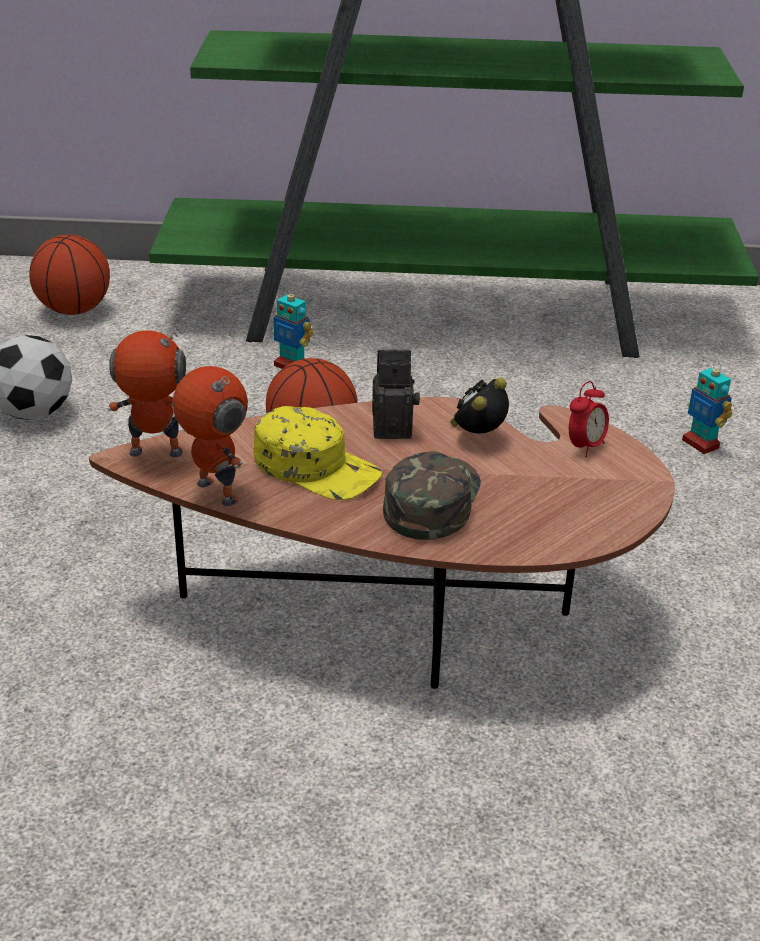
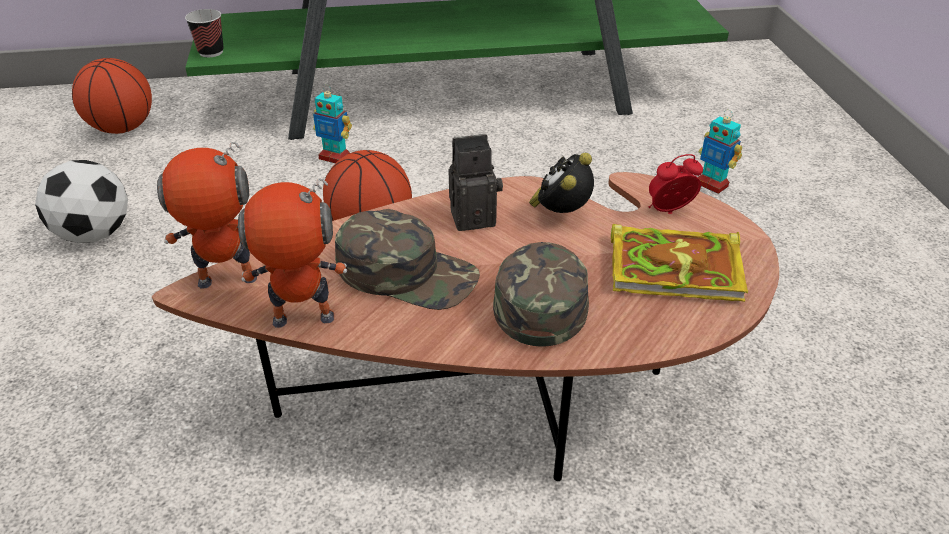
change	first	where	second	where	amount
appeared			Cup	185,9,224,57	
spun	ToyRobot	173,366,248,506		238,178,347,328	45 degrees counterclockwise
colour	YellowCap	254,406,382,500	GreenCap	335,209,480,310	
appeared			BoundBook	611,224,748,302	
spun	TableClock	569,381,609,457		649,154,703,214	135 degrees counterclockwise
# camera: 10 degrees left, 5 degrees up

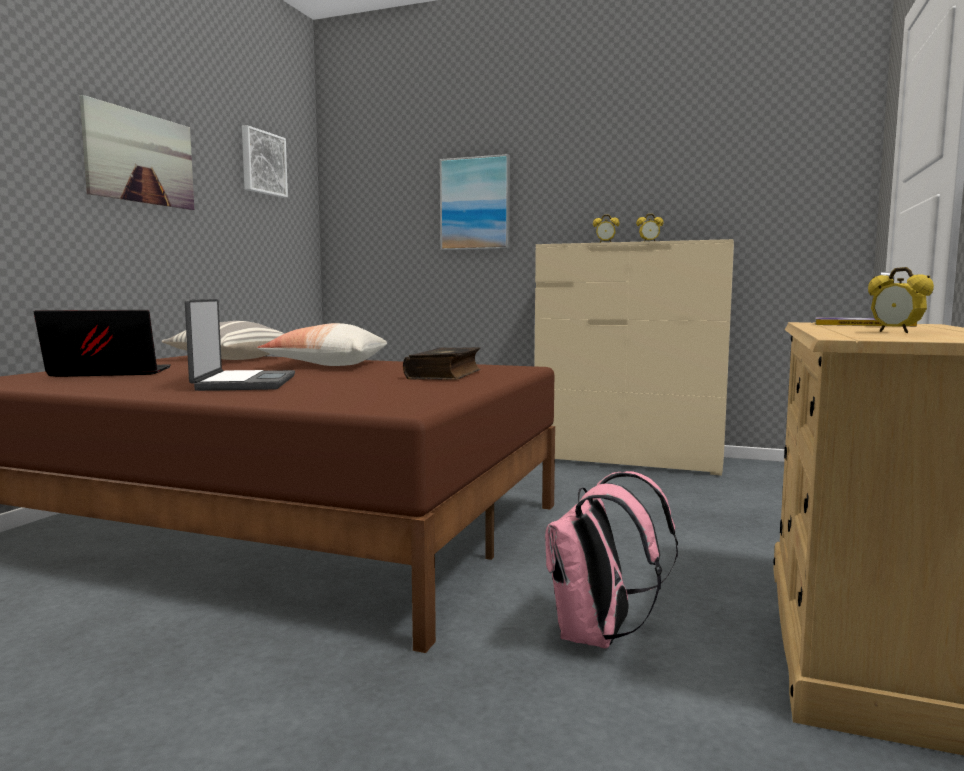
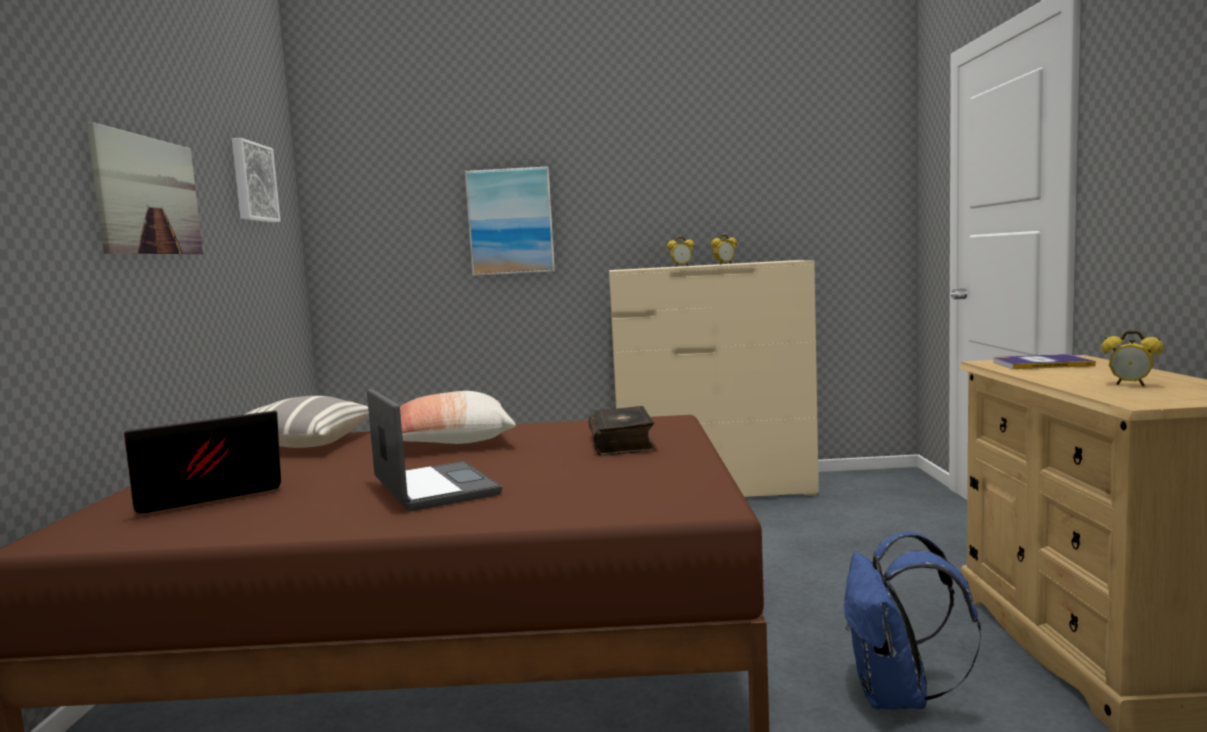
change	first	where	second	where	amount
colour	PinkishKnapsack	545,471,678,648	BlueKnapsack	844,532,981,710	
# camera: 20 degrees left, 0 degrees up

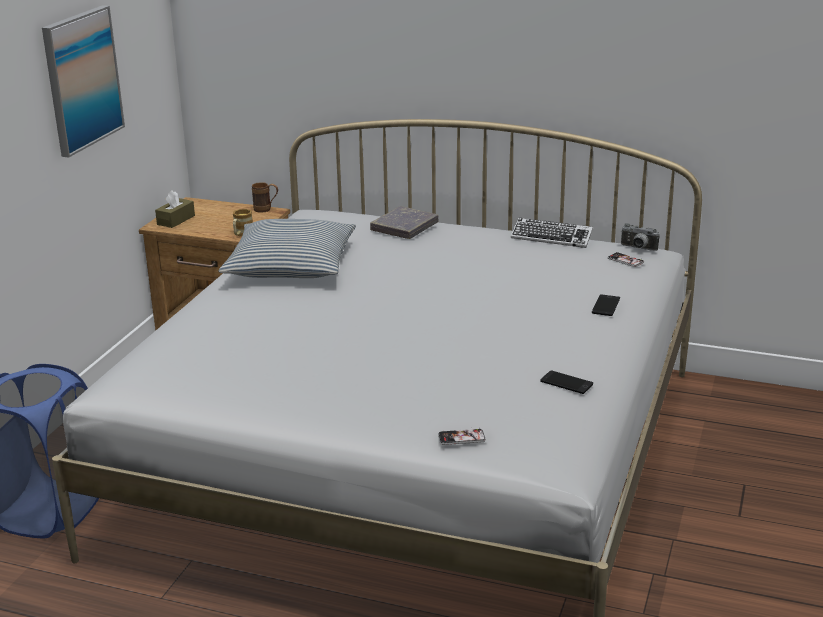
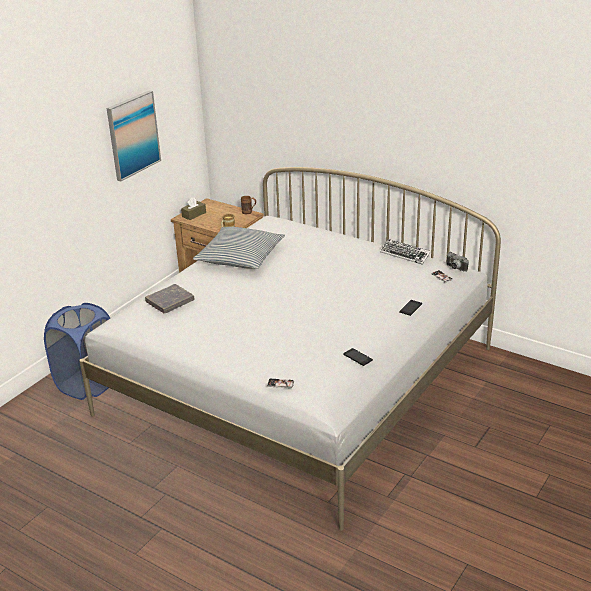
change	first	where	second	where	amount
relocated	GreyishBoundBook	370,206,439,239		145,284,195,314	
# camera: 15 degrees right, 5 degrees up

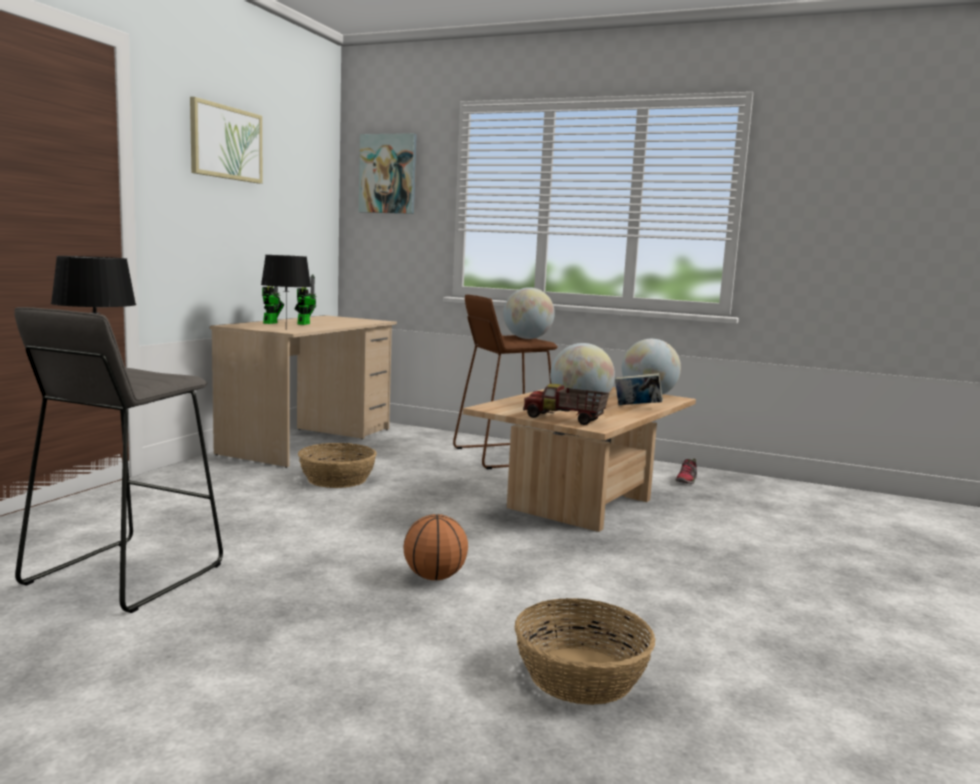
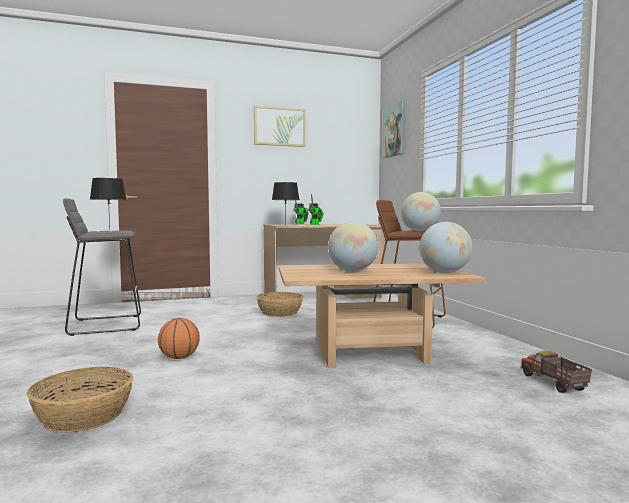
change	first	where	second	where	amount
relocated	ModelTruck	523,384,609,425		521,351,592,393	
missing	BoundBook	615,373,663,405			
missing	LowShoe	676,459,697,484			
# camera: 50 degrees right, 5 degrees down

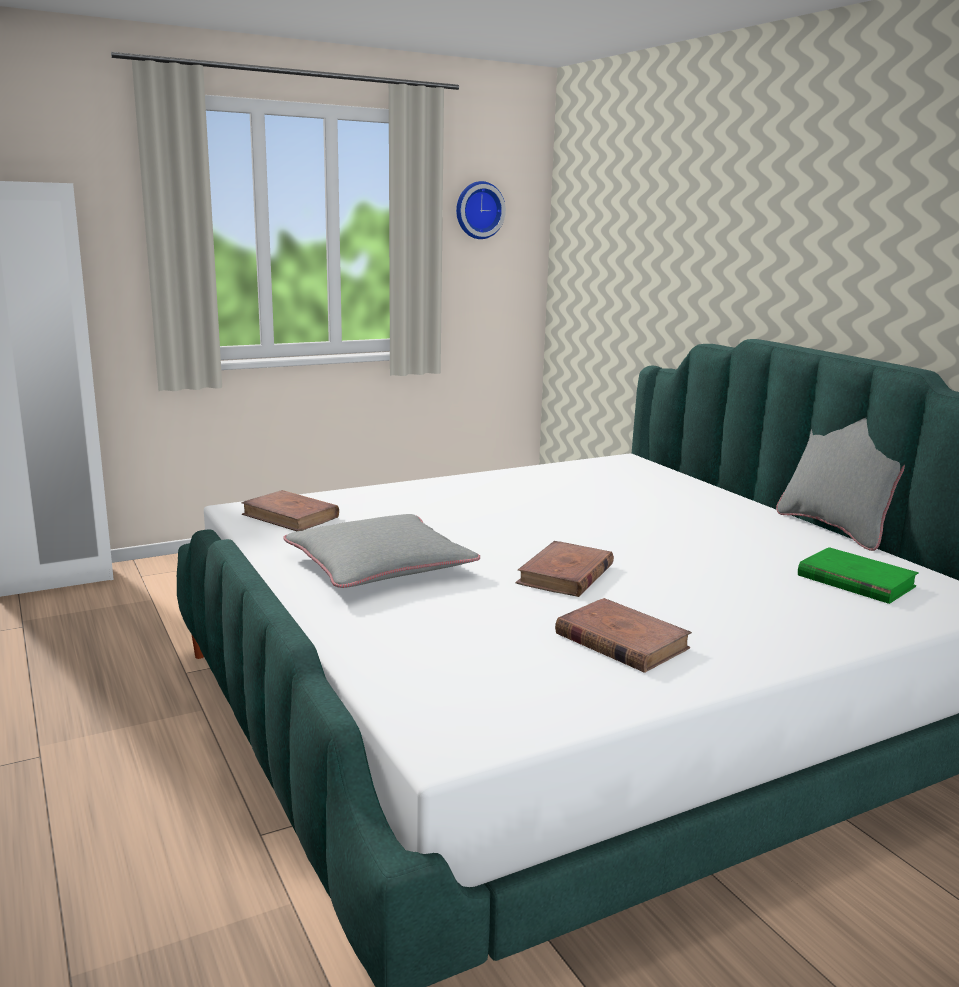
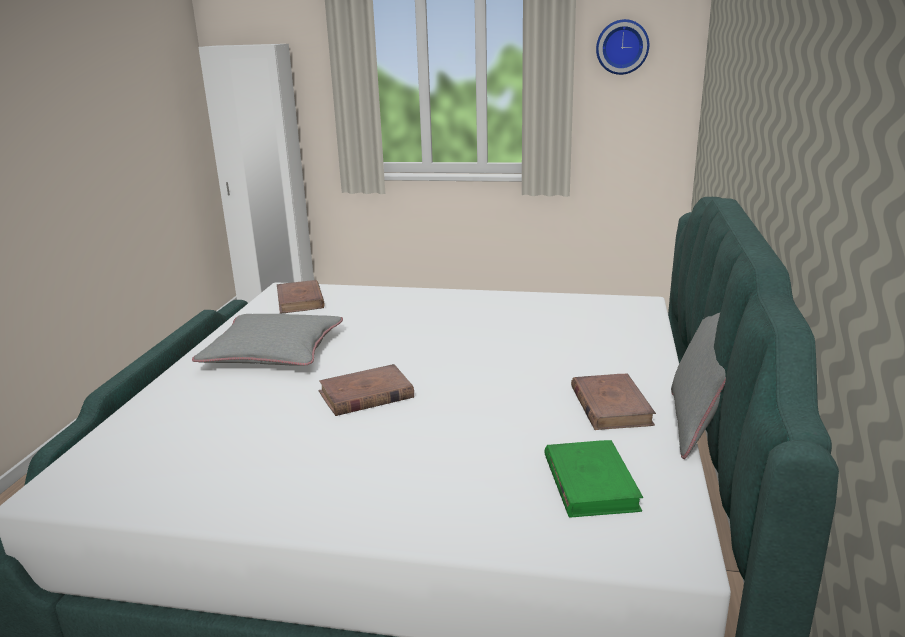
change	first	where	second	where	amount
relocated	BrownColouredBoundBook	555,598,692,673		571,374,656,430	
# camera: 40 degrees right, 5 degrees up

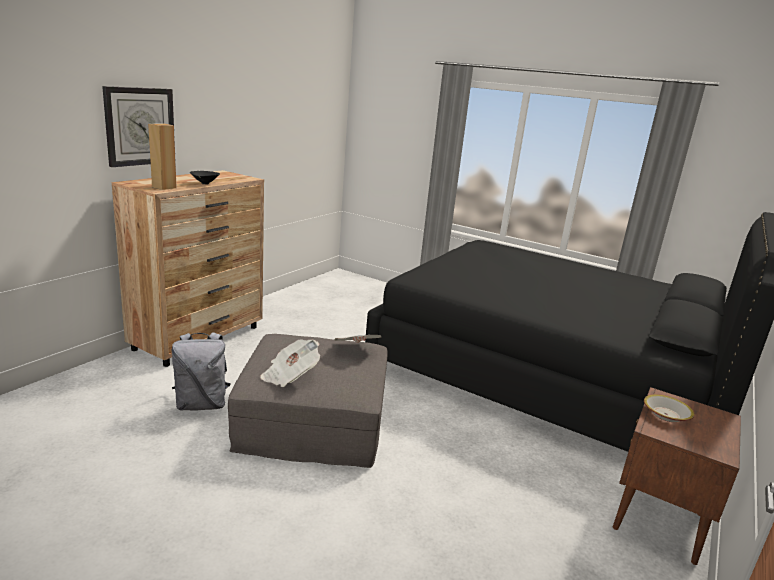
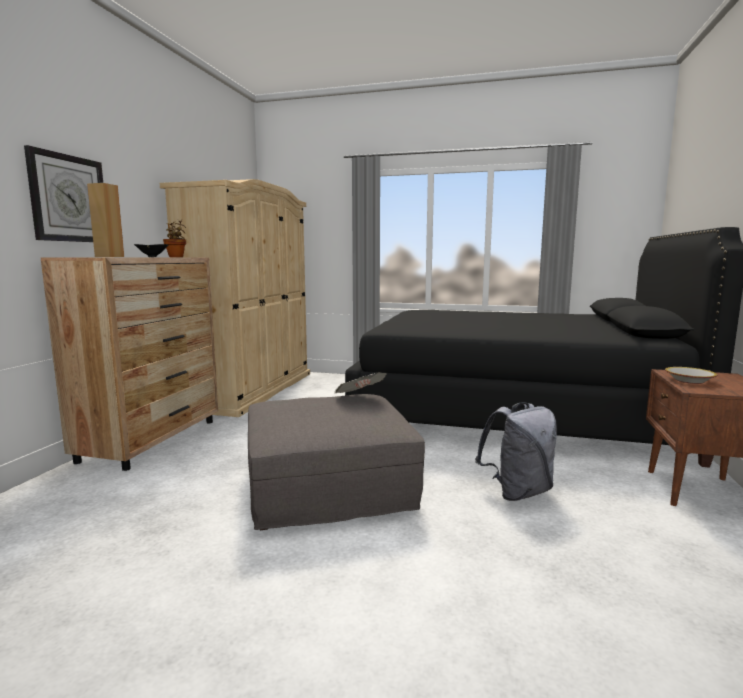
change	first	where	second	where	amount
appeared			BeigeColouredWardrobe	160,179,310,417	
appeared			PlantInAPot	163,219,186,257	
relocated	GreyishKnapsack	171,332,230,410		475,402,557,501	
missing	DailyPaper	260,339,320,387			
# camera: 15 degrees left, 10 degrees down

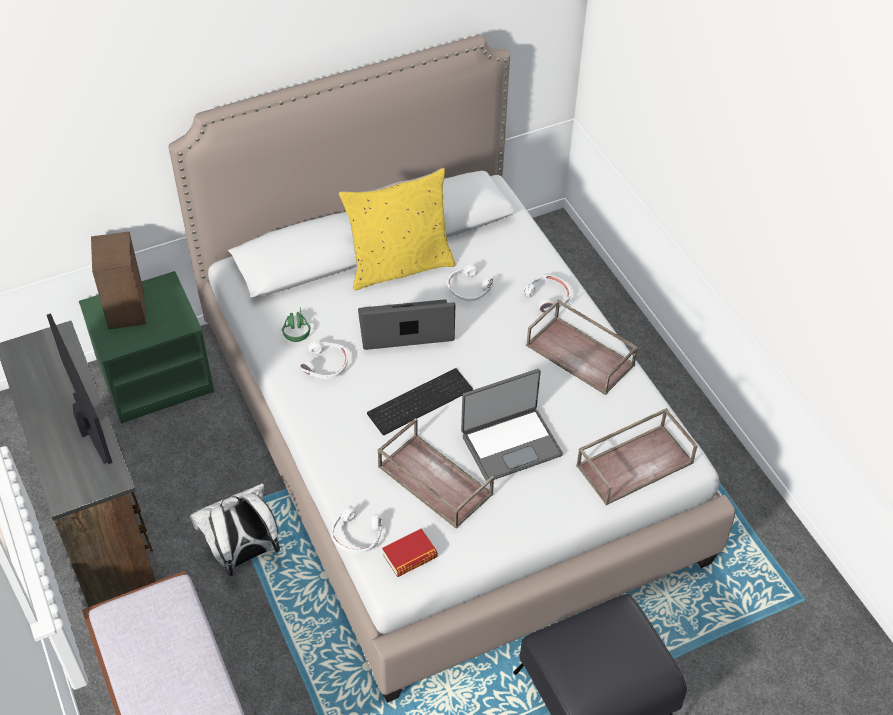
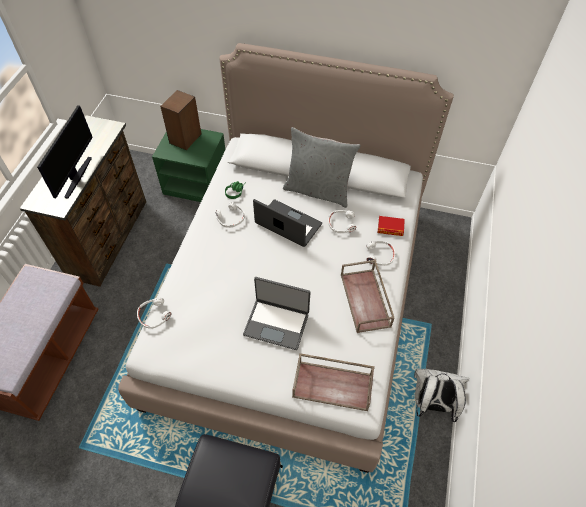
change	first	where	second	where	amount
colour	YellowPillow	339,168,456,290	GreyishPillow	283,127,361,208	
relocated	BoundBook	382,529,437,577		378,216,405,236	
relocated	WhiteColouredKnapsack	190,483,280,576		414,369,469,422	
missing	Keyboard	367,368,473,435			
missing	BrownColouredServingTray	377,418,494,529			
# camera: 40 degrees right, 5 degrees up

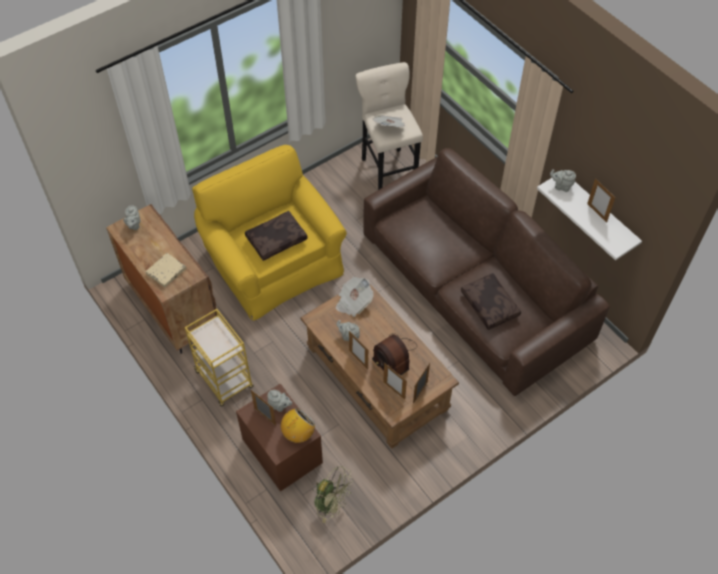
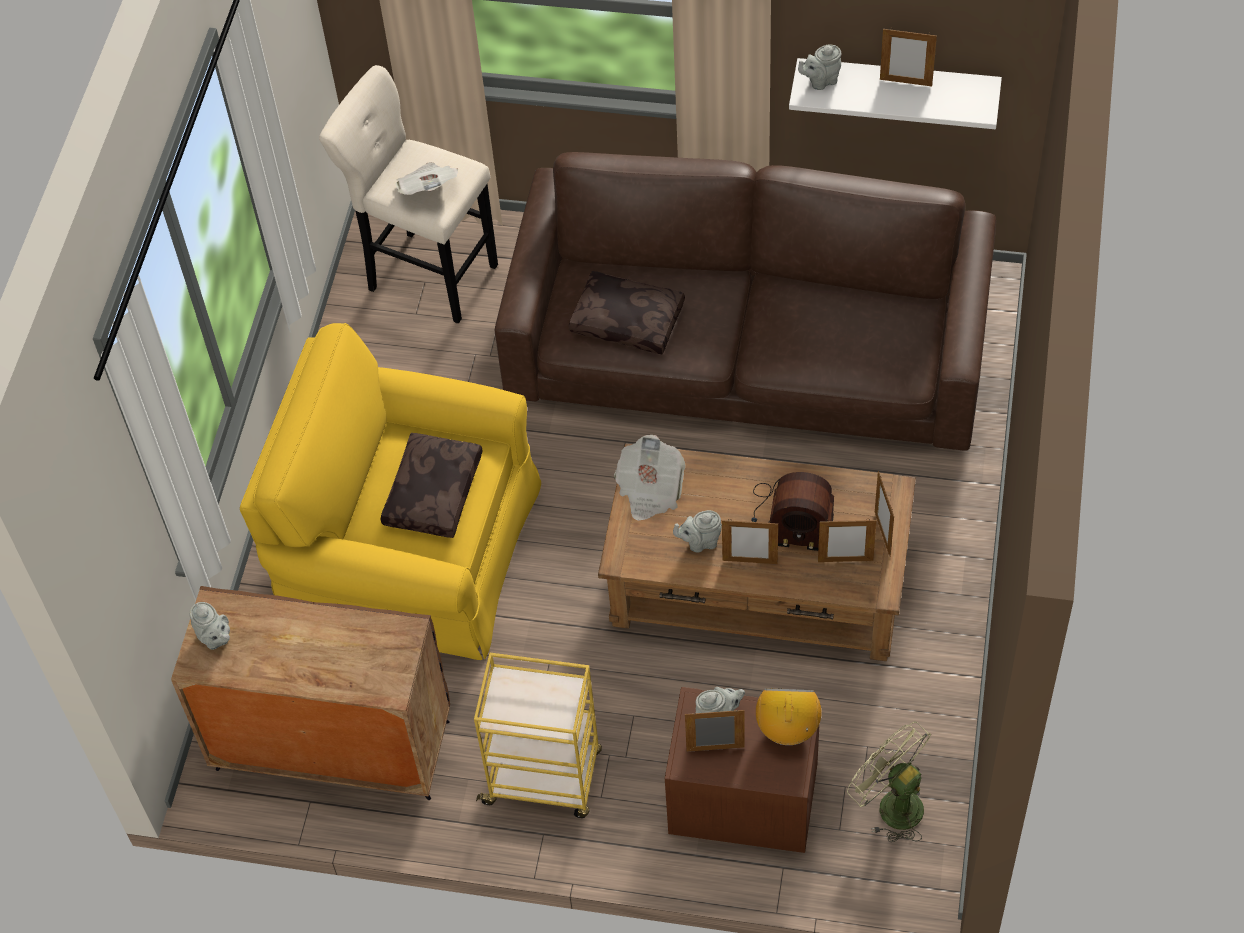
change	first	where	second	where	amount
relocated	BrownColouredPillow	461,273,521,330		569,271,685,354	
spun	GreenElectricFan	313,466,353,523		847,722,931,842	120 degrees counterclockwise
missing	BeigeColouredBoundBook	146,253,186,287			
# camera: 40 degrees left, 0 degrees up

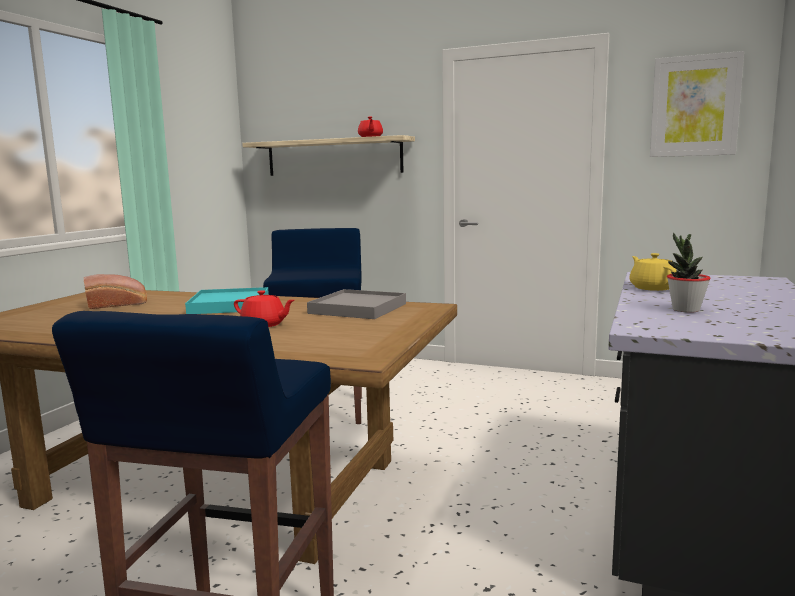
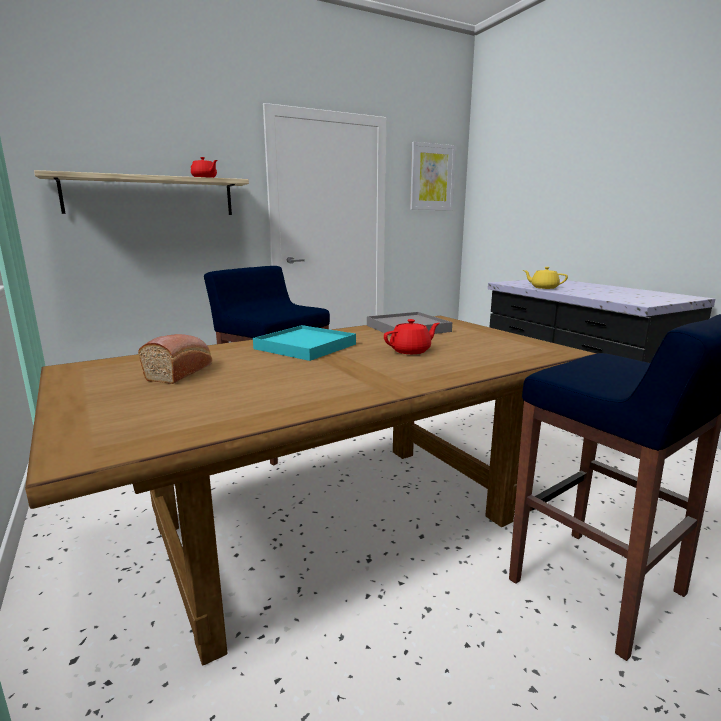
change	first	where	second	where	amount
missing	PlantInAPot	667,233,710,313			
# camera: 50 degrees left, 5 degrees up

